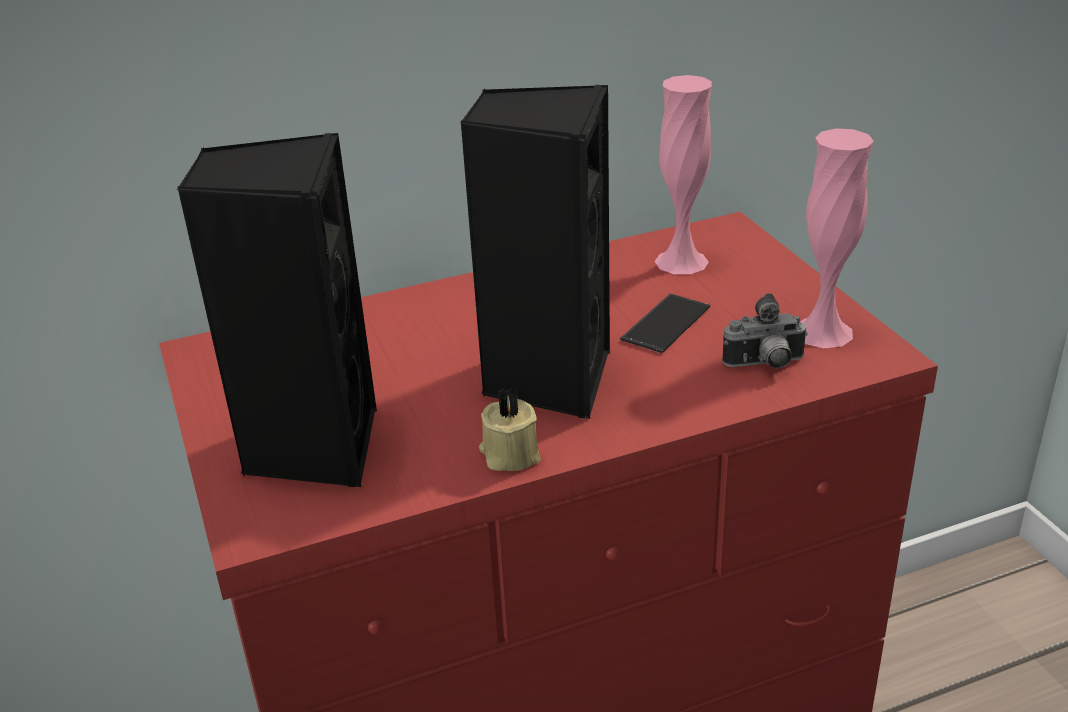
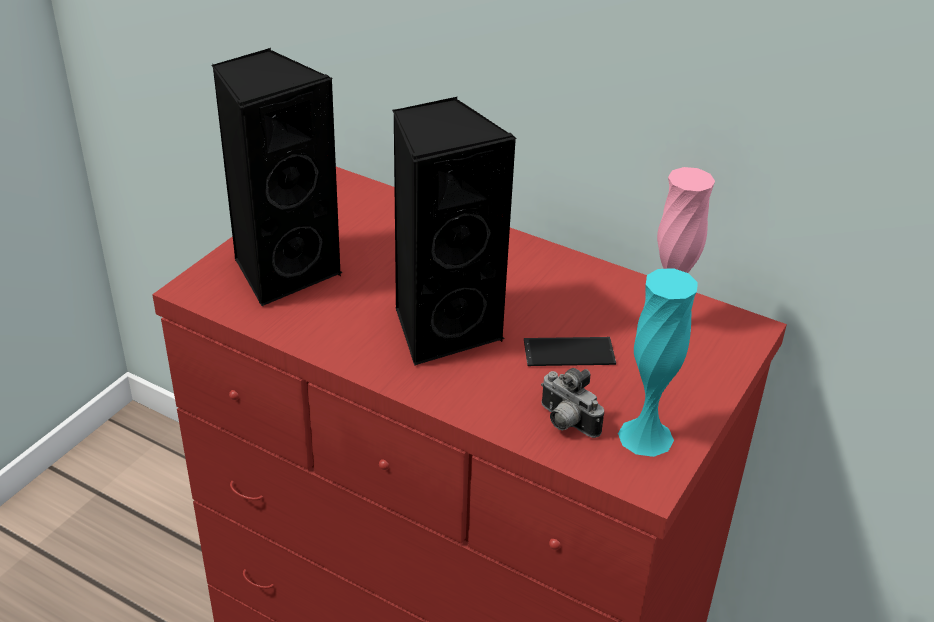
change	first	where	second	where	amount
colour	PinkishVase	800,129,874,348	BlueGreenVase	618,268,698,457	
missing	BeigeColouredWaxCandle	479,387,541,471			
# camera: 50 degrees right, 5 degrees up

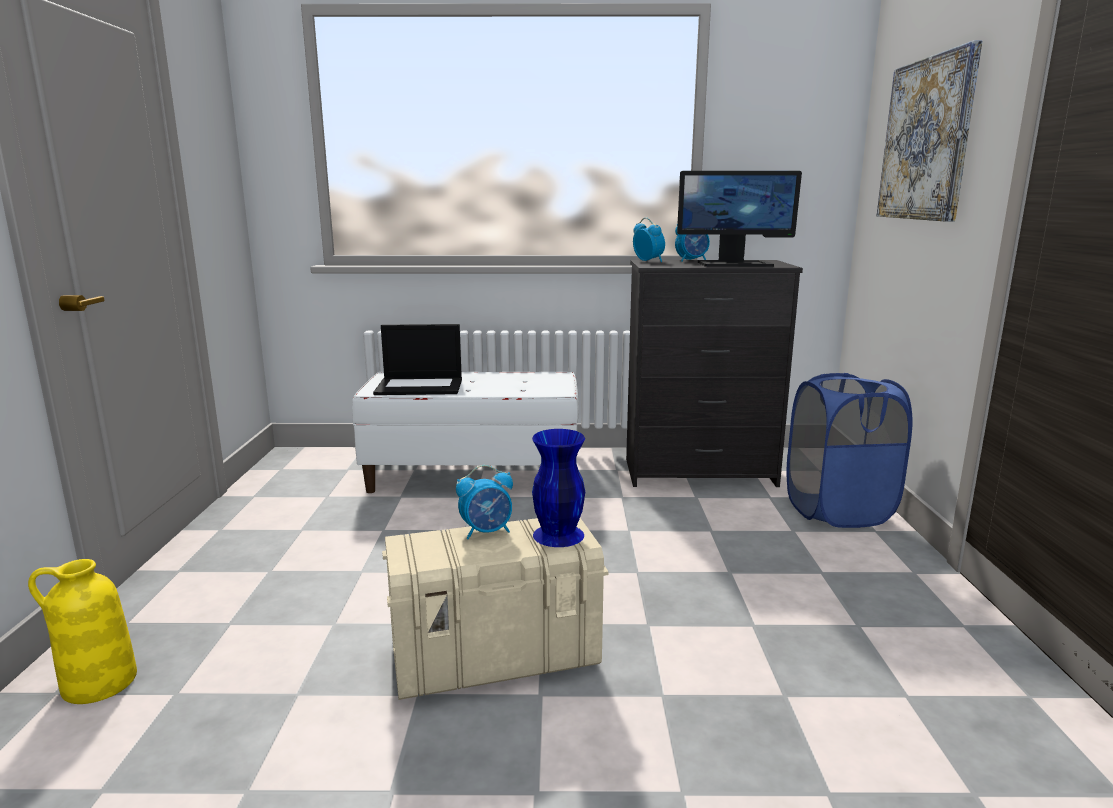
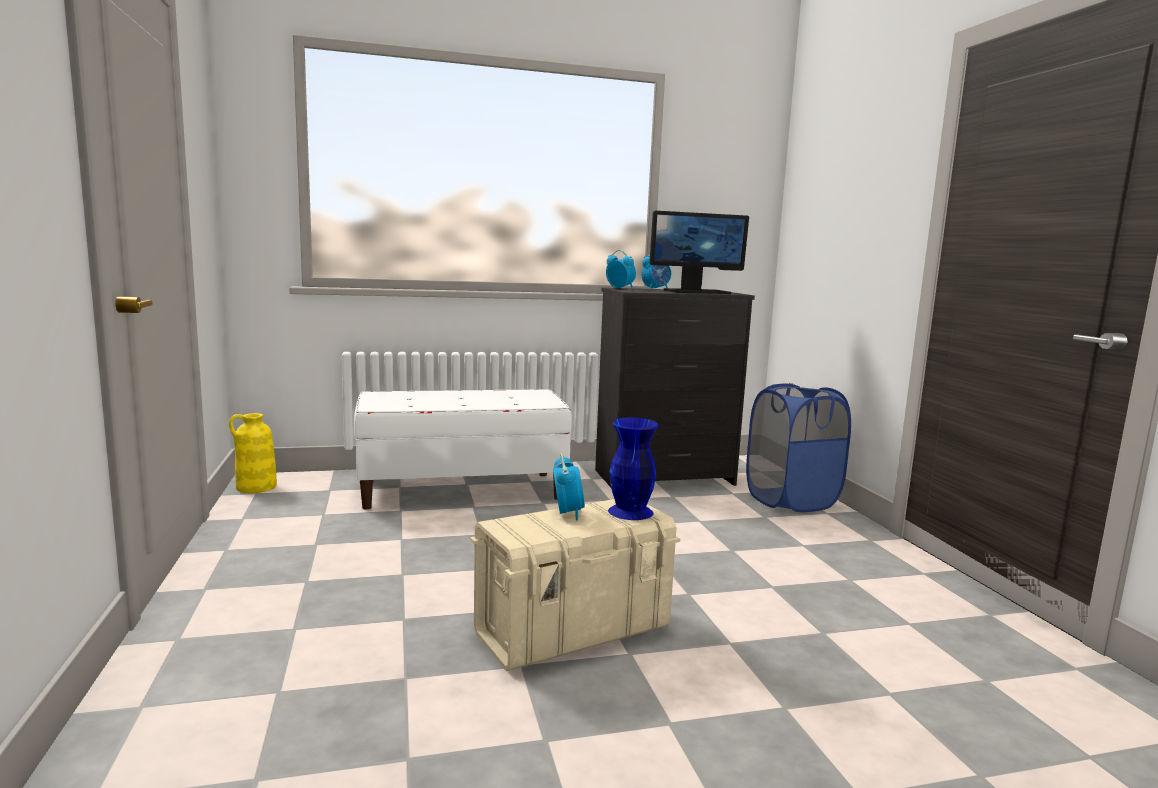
change	first	where	second	where	amount
relocated	YellowVase	28,559,137,704		229,413,277,493	
spun	TableClock	456,465,513,539		553,453,585,521	60 degrees counterclockwise
missing	PortableComputer	373,324,462,395			
missing	WallArt	877,41,982,222			
# camera: 15 degrees left, 5 degrees down

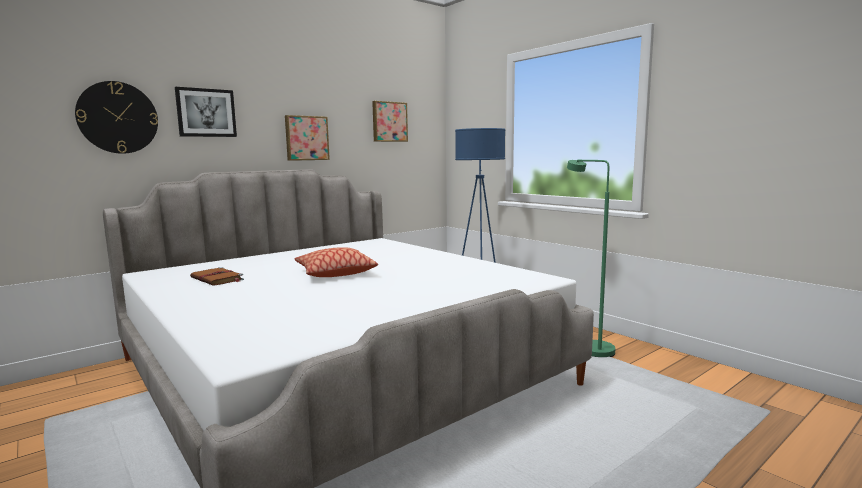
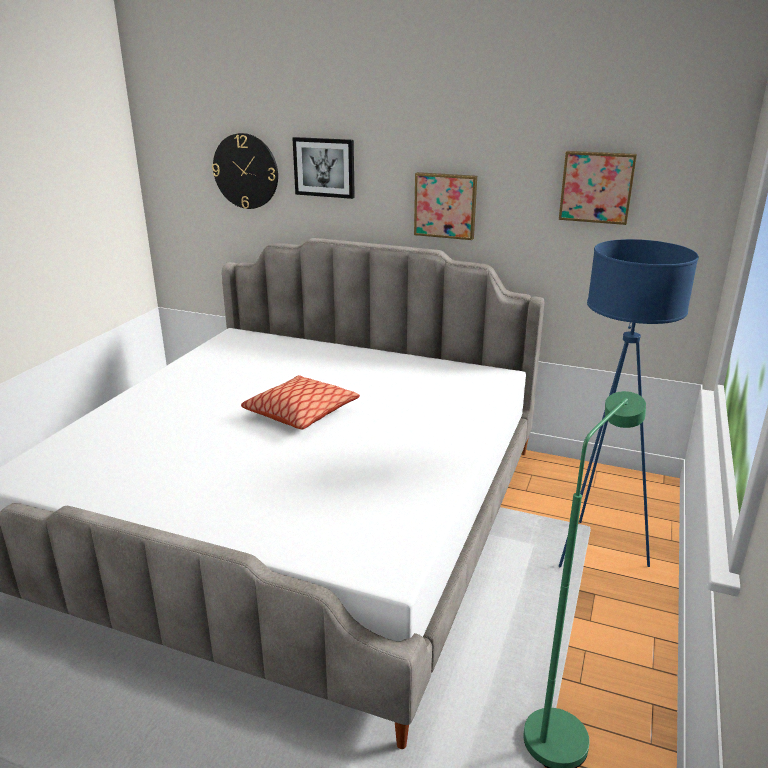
change	first	where	second	where	amount
missing	BrownColouredBoundBook	190,267,244,286			
# camera: 60 degrees right, 15 degrees up

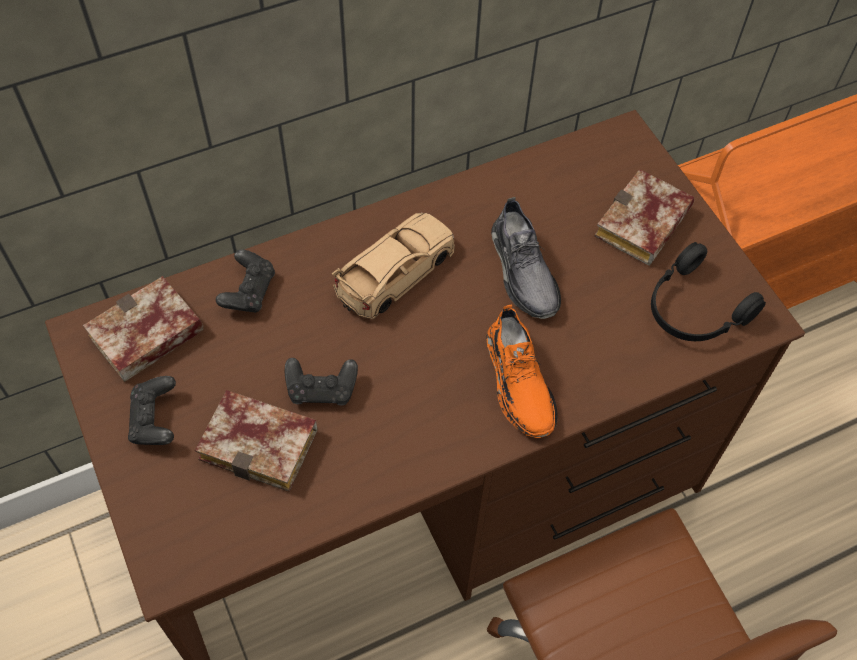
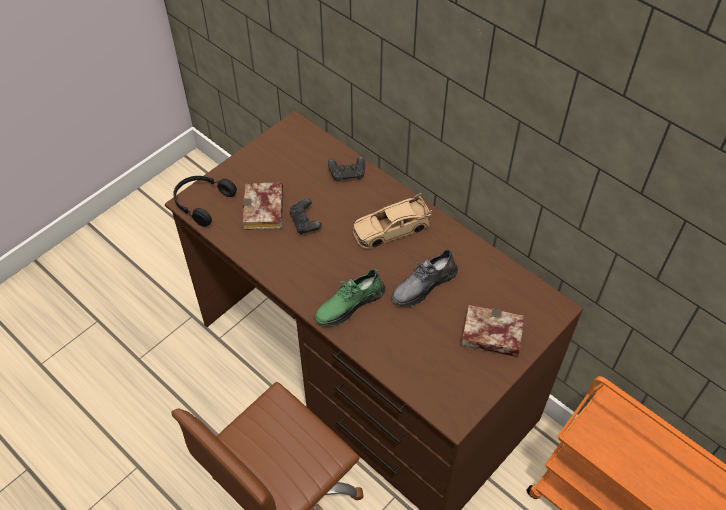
change	first	where	second	where	amount
relocated	BlackColouredHeadphones	651,242,766,341		173,176,237,227	
colour	OrangeColouredLowShoe	486,305,558,438	GreenLowShoe	315,268,385,326	
spun	BeigeColouredToyCar	331,213,455,319		353,193,432,249	135 degrees clockwise
missing	BoundBook	83,276,204,382			
missing	BlackColouredGamepad	128,376,176,445			
# camera: 70 degrees right, 5 degrees down

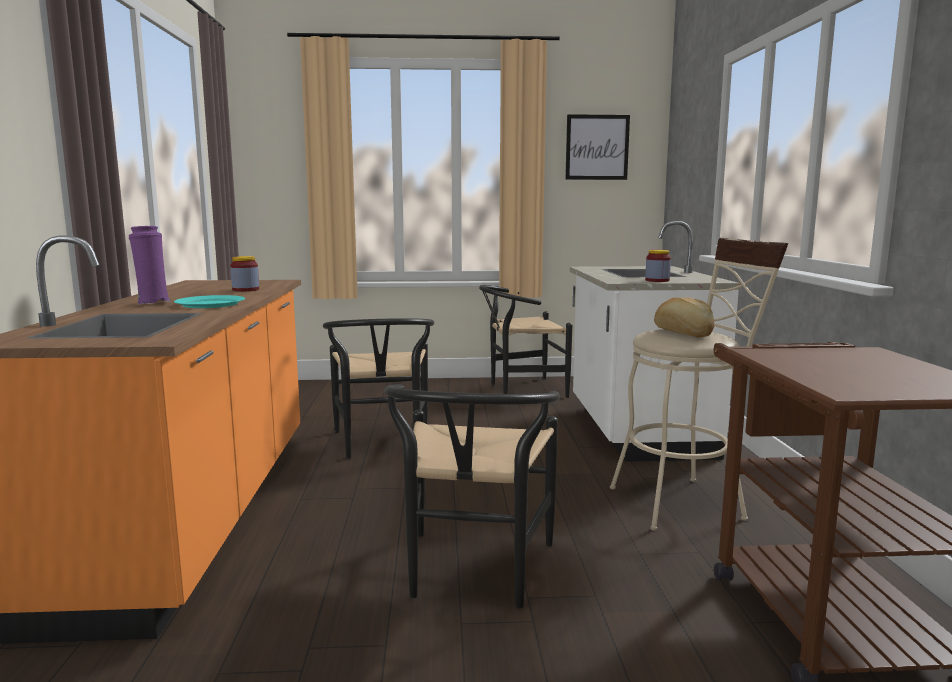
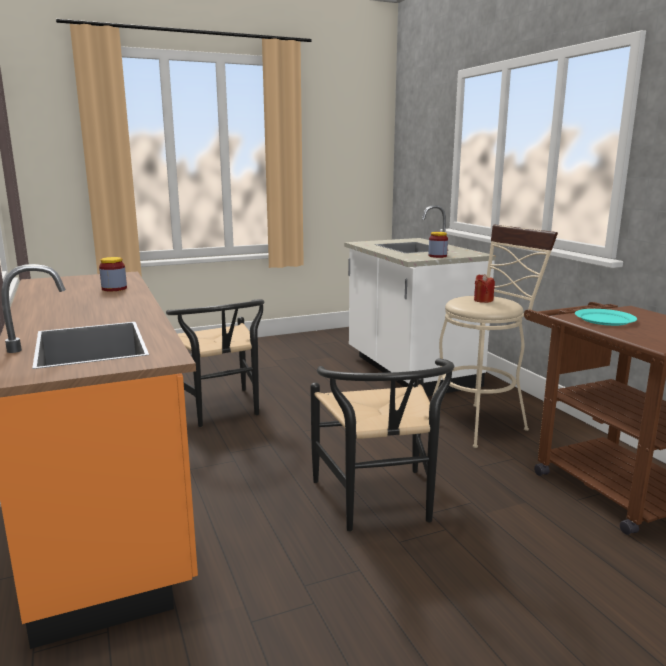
change	first	where	second	where	amount
exchanged	BakeryBread	654,297,714,338	ReddishWaxCandle	474,274,495,303	
relocated	BlueGreenFlatDish	174,295,245,308		575,309,637,326	
missing	PurpleColouredVase	129,226,171,305			
missing	BlackColouredChair	479,285,572,398			
missing	WallArt	565,114,630,180			
# camera: 20 degrees left, 5 degrees up

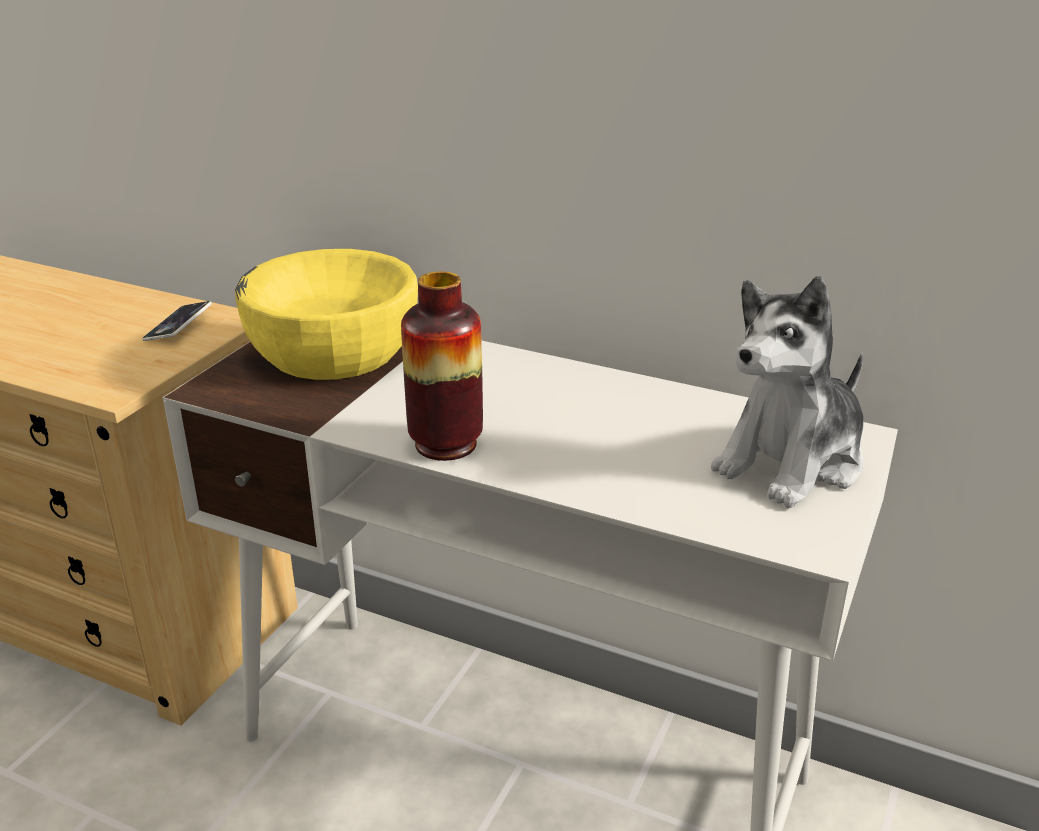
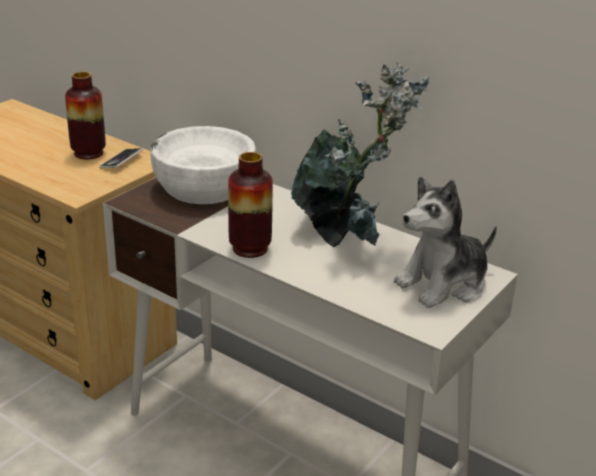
change	first	where	second	where	amount
appeared			Vase	65,72,106,159	
colour	YellowServingBowl	235,249,418,380	WhiteColouredServingBowl	151,126,256,204	
appeared			PlantInAPot	291,62,429,247	
# camera: 10 degrees right, 0 degrees up

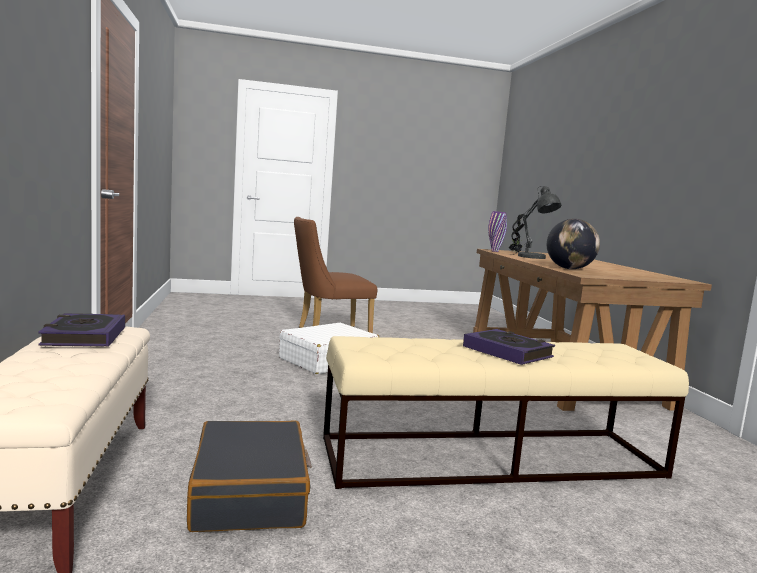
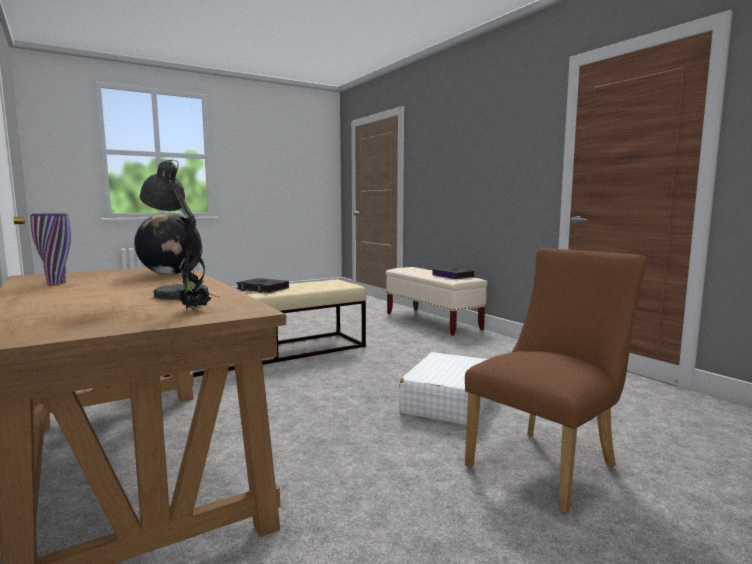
change	first	where	second	where	amount
relocated	PurpleColouredVase	488,211,507,252		30,213,71,285	
missing	BlackColouredSuitcase	187,420,312,532			
# camera: 160 degrees right, 0 degrees up

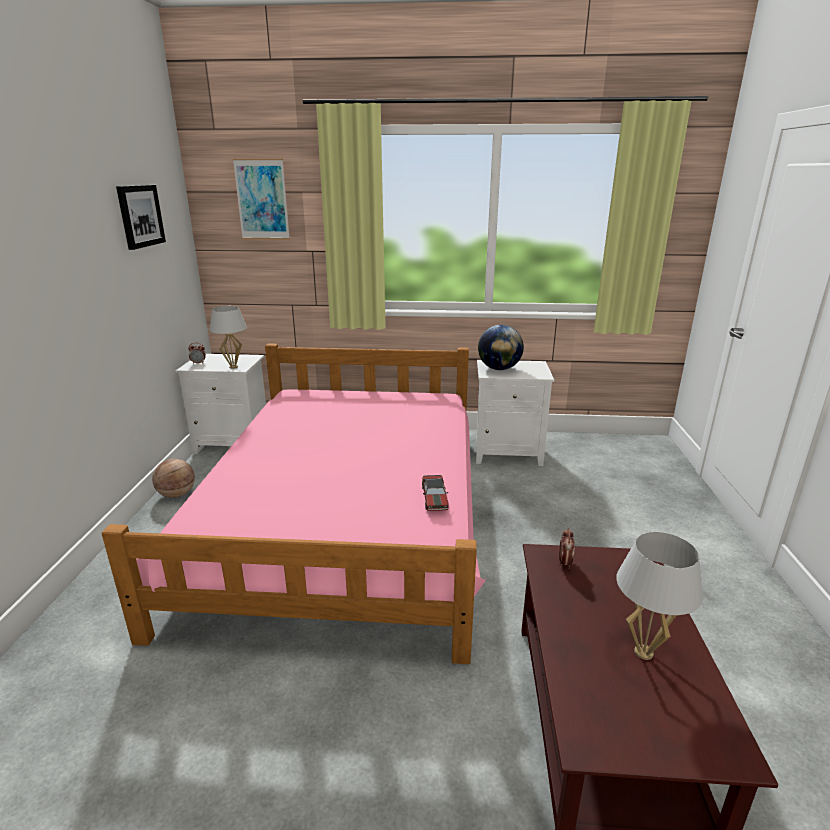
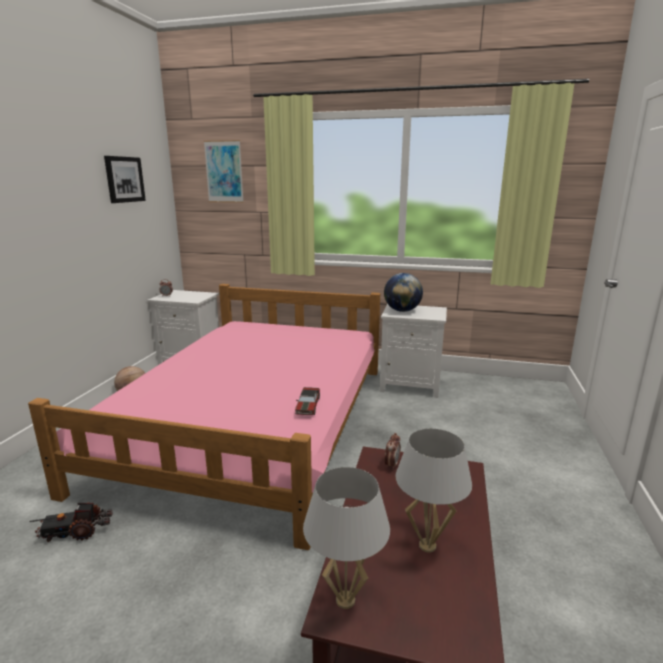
change	first	where	second	where	amount
appeared			ModelTruck	29,503,113,542	
relocated	WhiteColouredTableLamp	209,306,247,369		303,467,390,609	
# camera: 10 degrees right, 5 degrees down

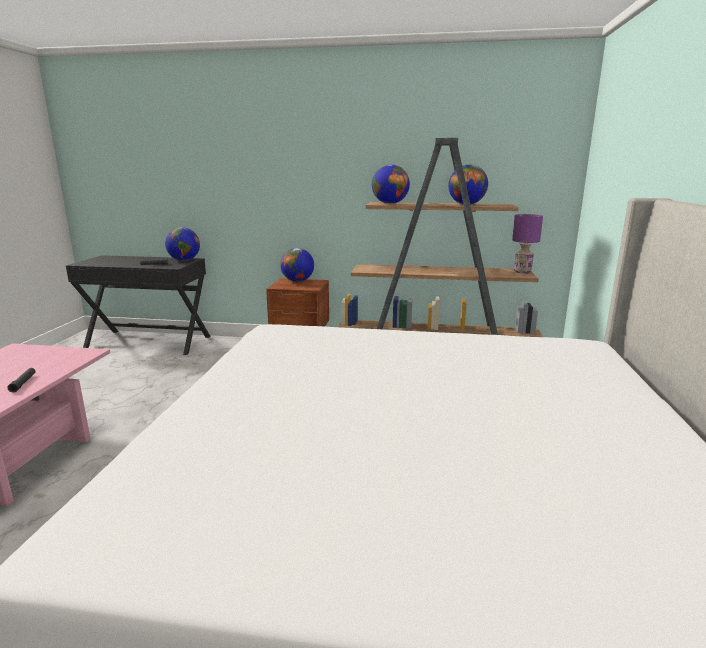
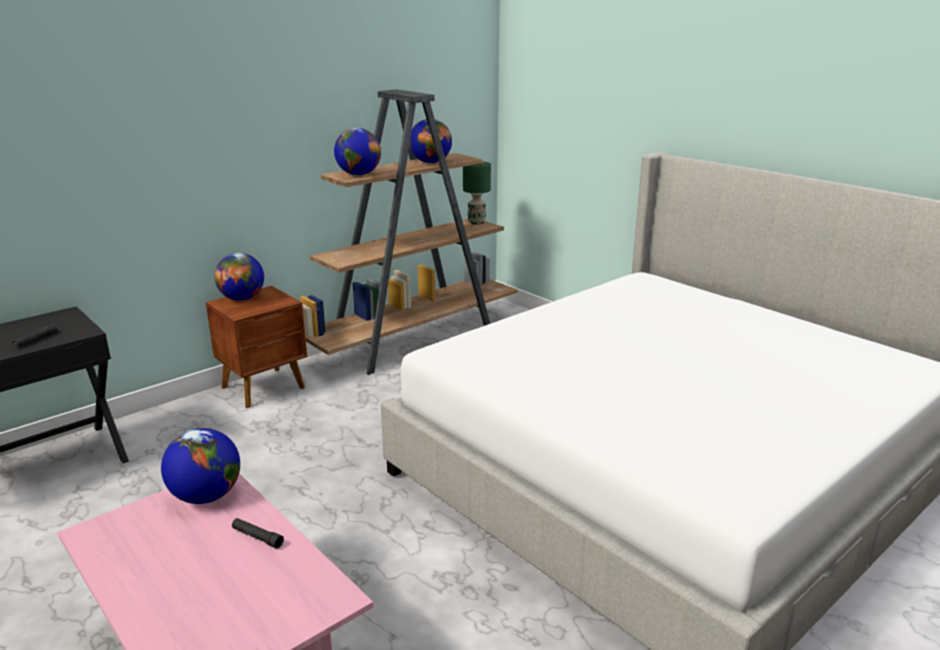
change	first	where	second	where	amount
relocated	WorldGlobe	165,227,200,261		161,428,240,504	
colour	PurpleColouredTableLamp	512,214,543,274	GreenTableLamp	463,161,491,225	
# camera: 50 degrees left, 5 degrees up

